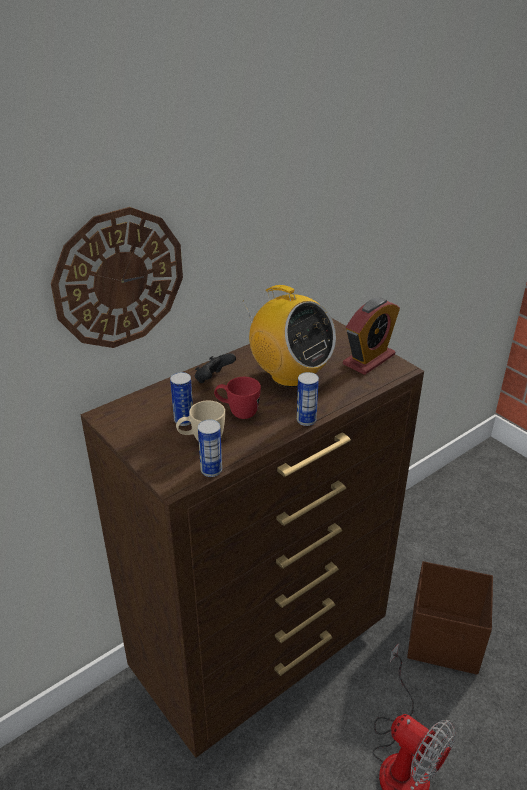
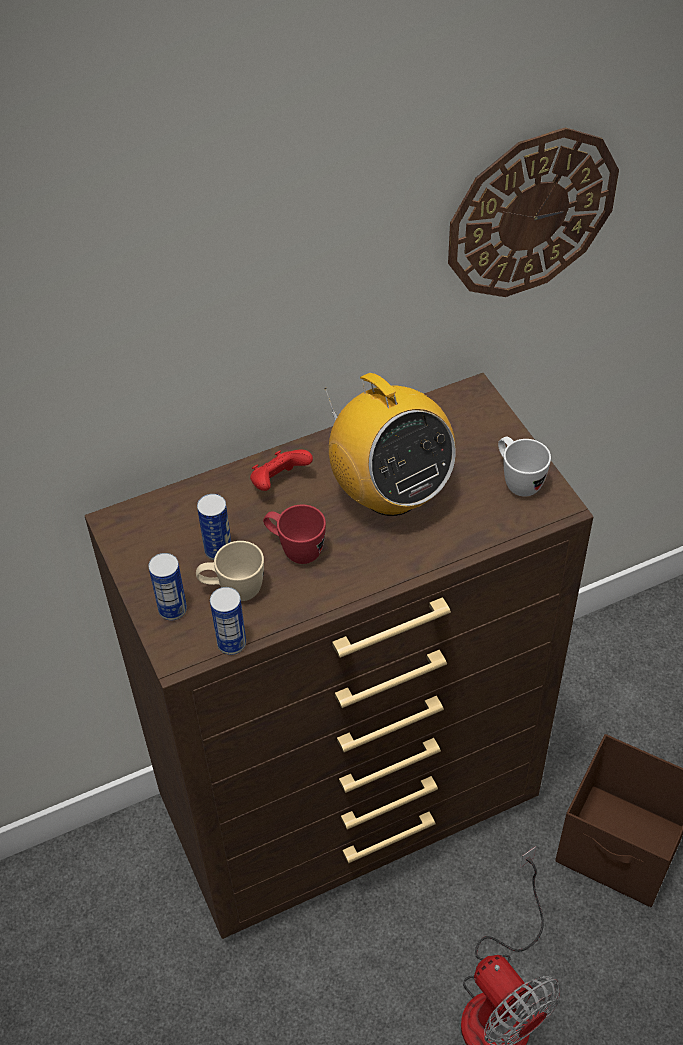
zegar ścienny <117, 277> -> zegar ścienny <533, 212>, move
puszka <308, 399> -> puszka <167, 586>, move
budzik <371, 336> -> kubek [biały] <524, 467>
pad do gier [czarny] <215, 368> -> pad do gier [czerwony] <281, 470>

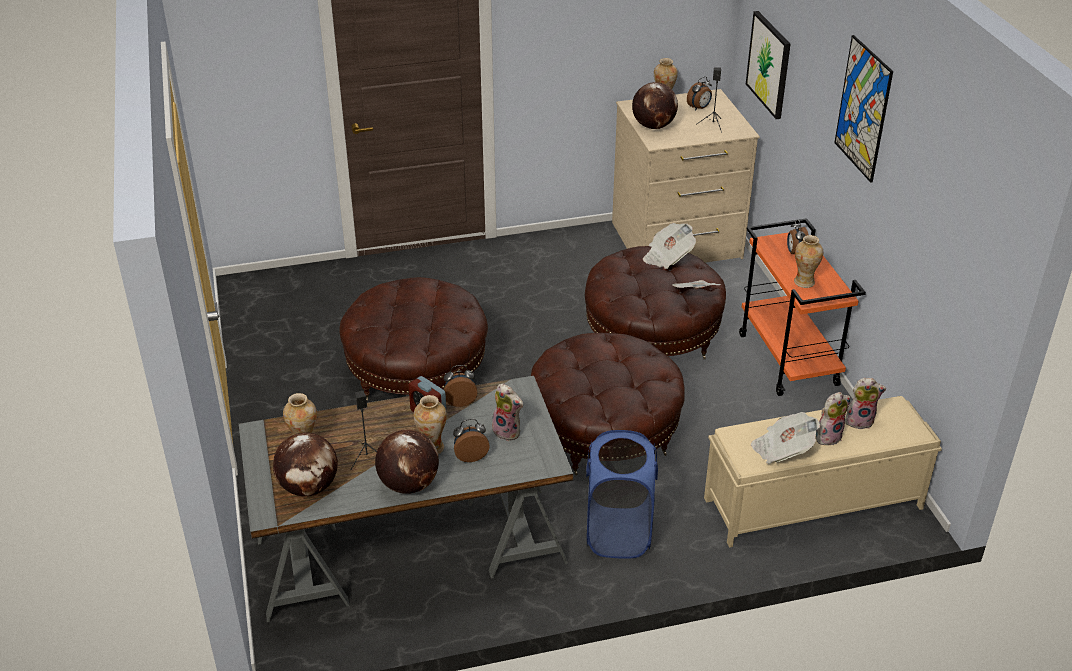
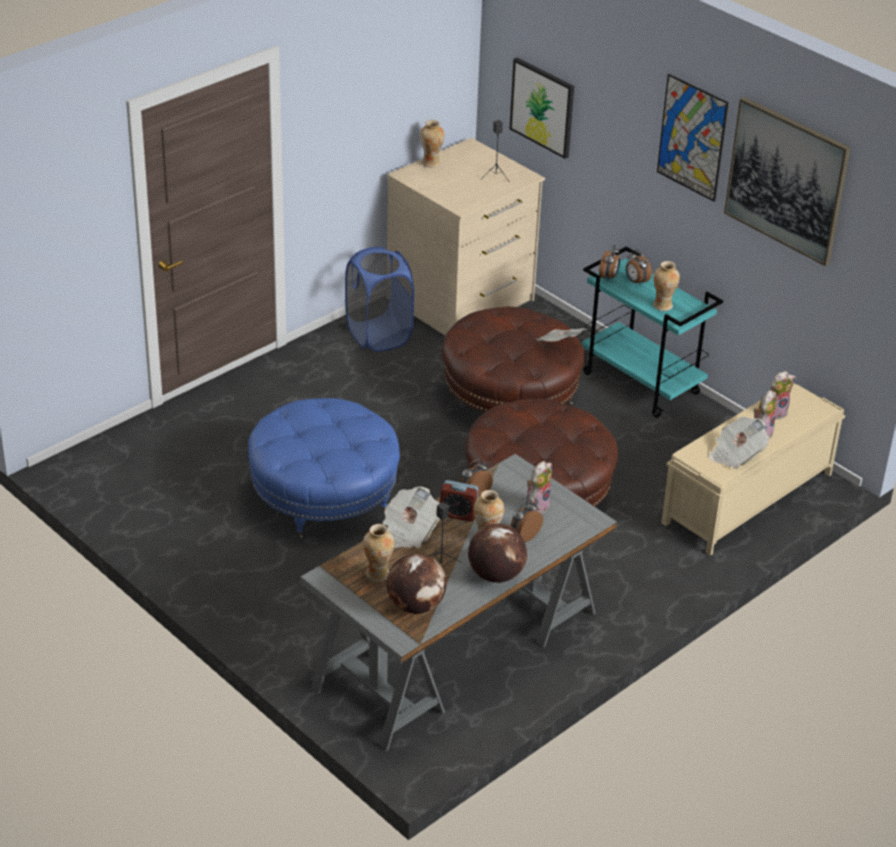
globus <655, 105> -> none
none -> obraz <787, 181>
kosz na pranie [niebieski] <622, 494> -> kosz na pranie [niebieski] <379, 299>, move
gazeta <669, 246> -> gazeta <411, 517>, move
budzik <699, 94> -> budzik <609, 263>, move
pufa [brązowy] <413, 339> -> pufa [niebieski] <324, 468>
wózek [pomarańczowy] <802, 307> -> wózek [turkusowy] <652, 332>
pluszak <507, 412> -> pluszak <539, 487>, 60 degrees counterclockwise

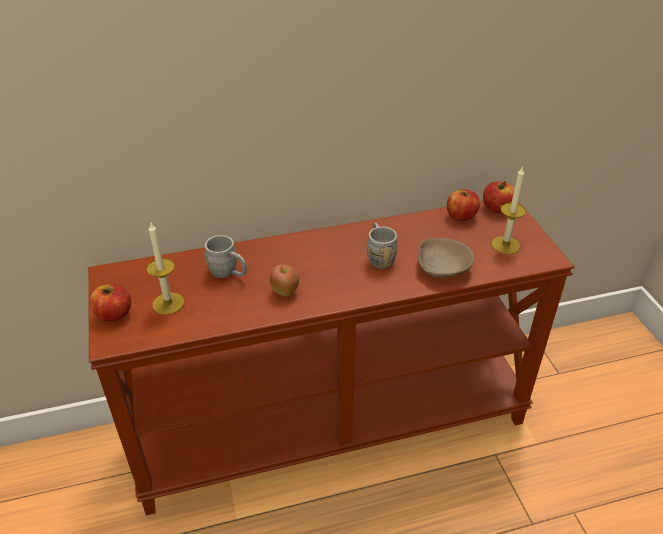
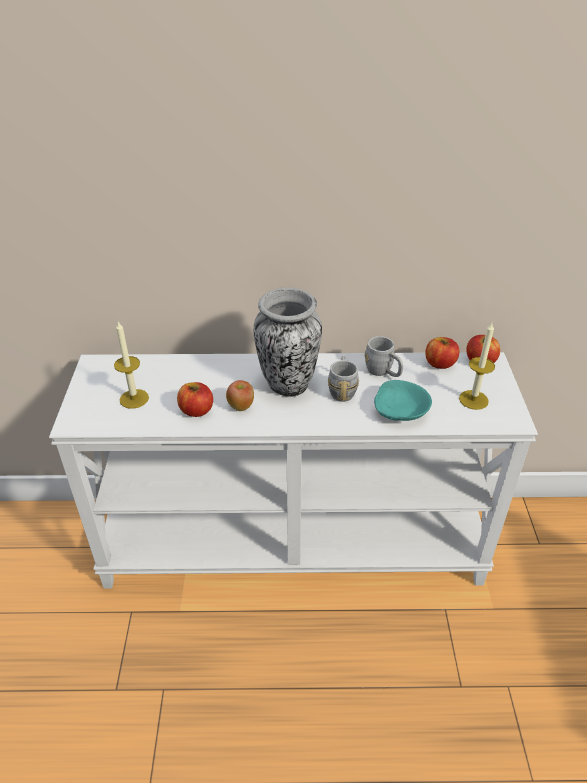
none -> wazon <288, 342>
jabłko <110, 302> -> jabłko <195, 399>, move
kubek [szary] <225, 256> -> kubek [szary] <384, 356>, move
stolik konsolowy [brązowy] <331, 358> -> stolik konsolowy [biały] <293, 470>
miska [beżowy] <446, 258> -> miska [turkusowy] <403, 400>

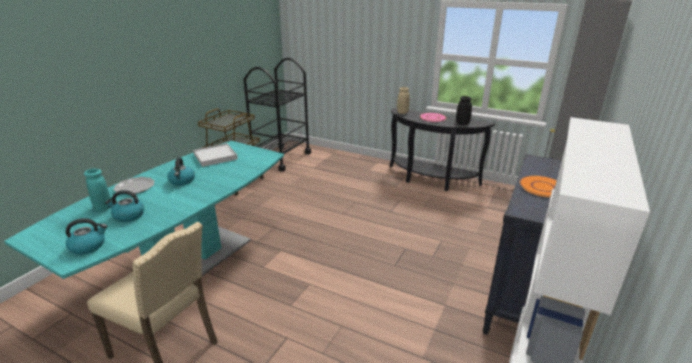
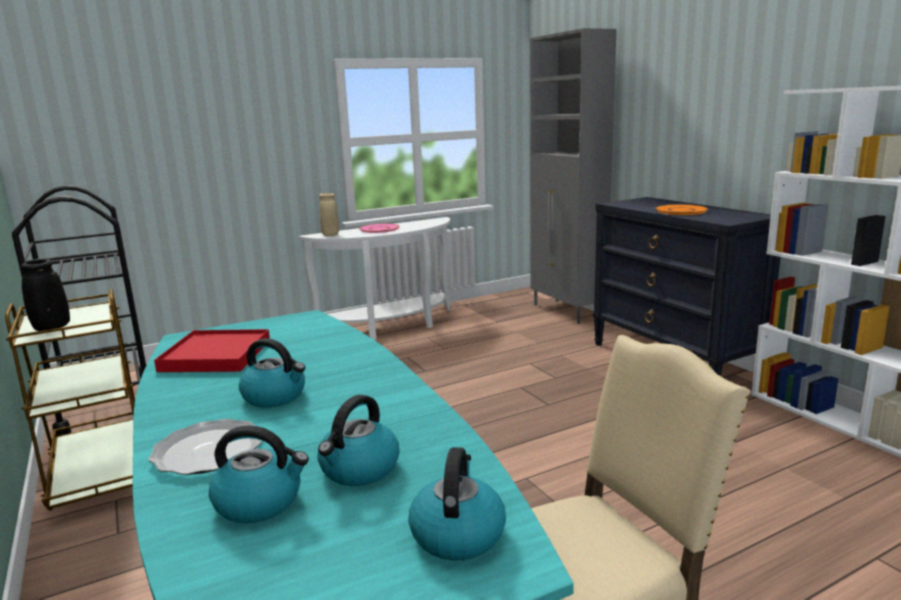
wazon [czarny] <464, 110> -> wazon [czarny] <45, 295>, move
wazon [turkusowy] <98, 190> -> czajnik <259, 474>
taca [biały] <215, 155> -> taca [czerwony] <212, 350>
stolik konsolowy [czarny] <442, 149> -> stolik konsolowy [biały] <375, 278>

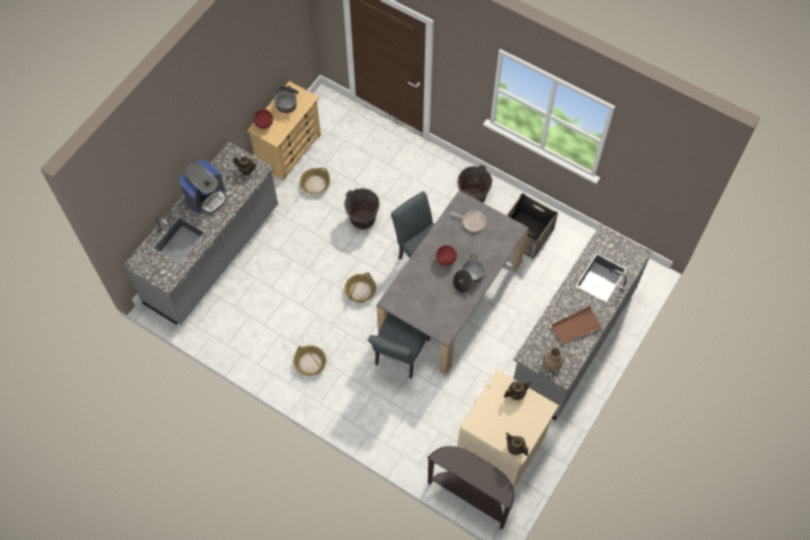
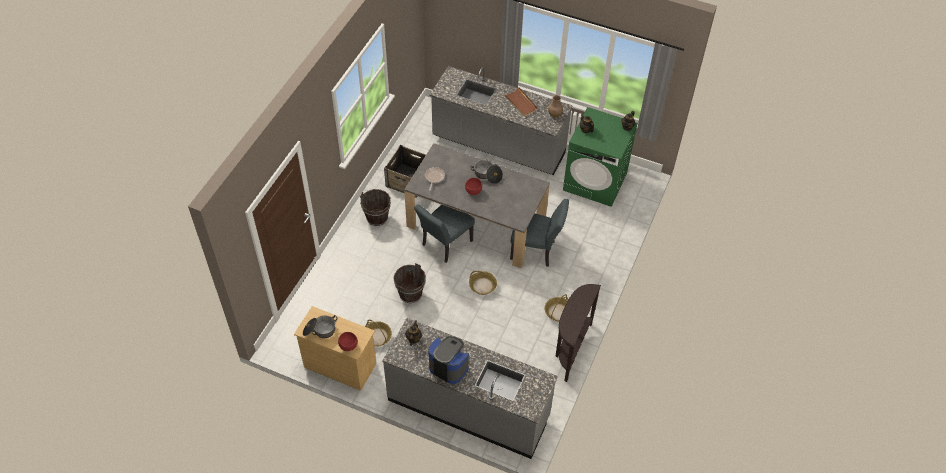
stolik konsolowy [brązowy] <470, 487> -> stolik konsolowy [brązowy] <578, 333>, move
pralka [beżowy] <508, 429> -> pralka [zielony] <600, 157>

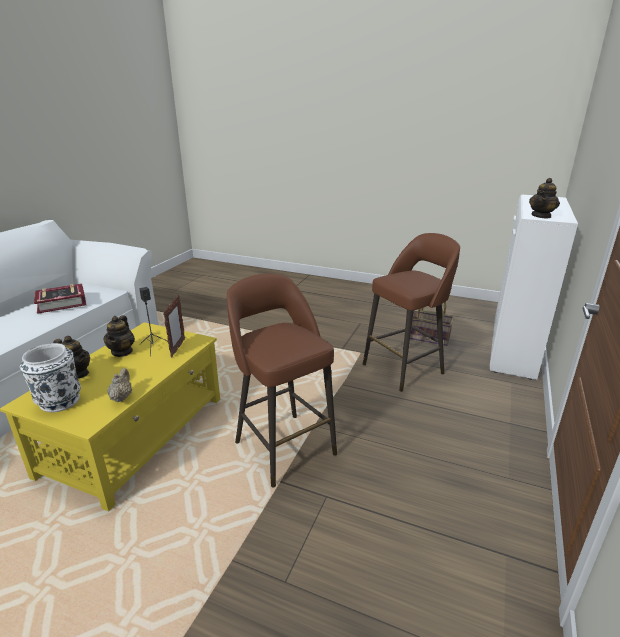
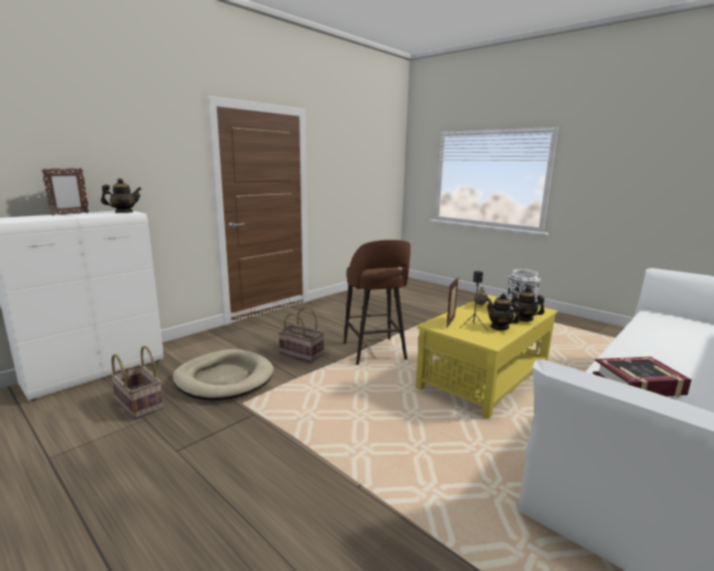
none -> ramka na zdjęcie <65, 192>
none -> koszyk <301, 334>
stołek [brązowy] <411, 312> -> legowisko [beżowy] <223, 374>
imbryk <119, 336> -> imbryk <502, 311>, 60 degrees counterclockwise

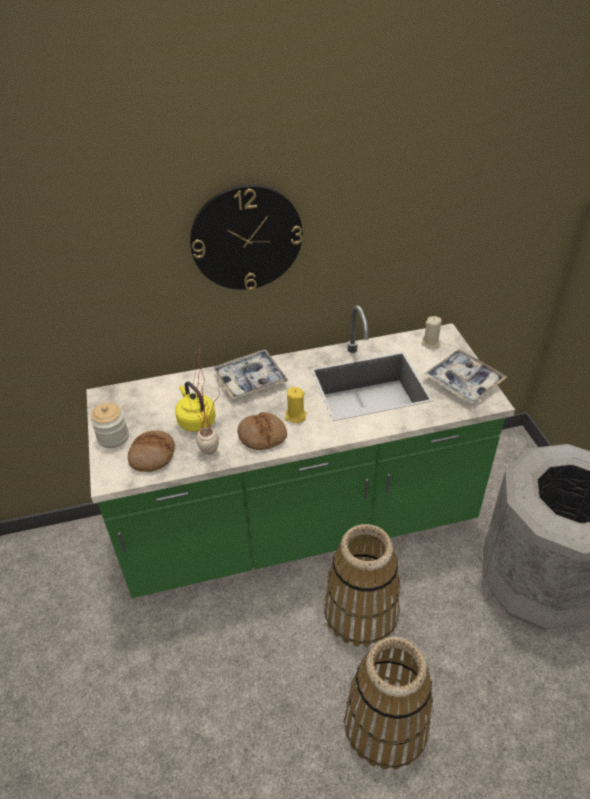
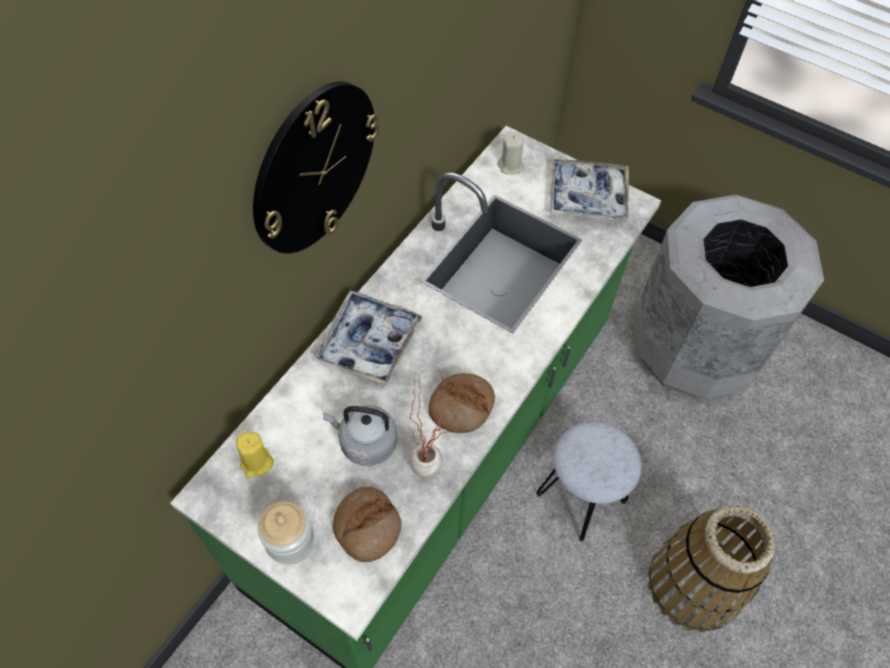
świeca [żółty] <296, 405> -> świeca [żółty] <255, 455>, move
koszyk <362, 585> -> stołek [szary] <589, 481>
czajnik [żółty] <195, 406> -> czajnik [szary] <360, 435>

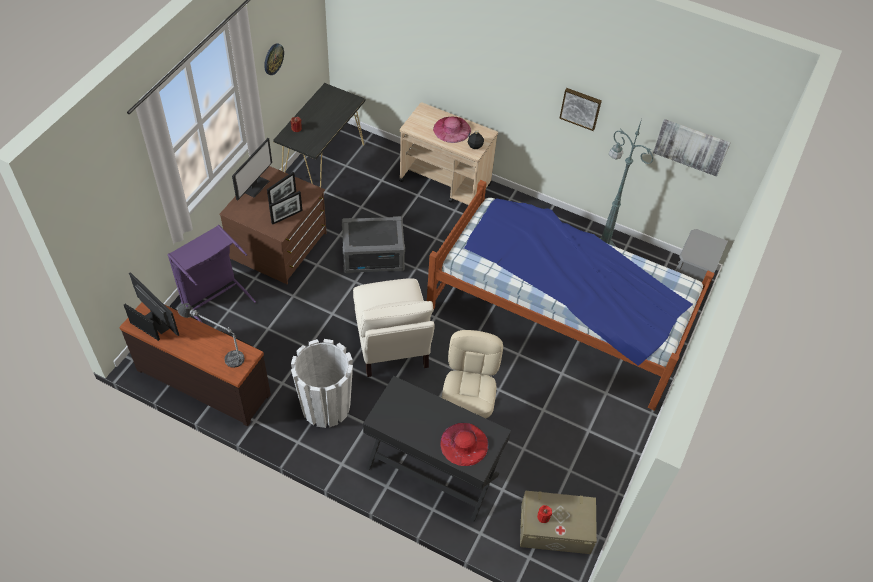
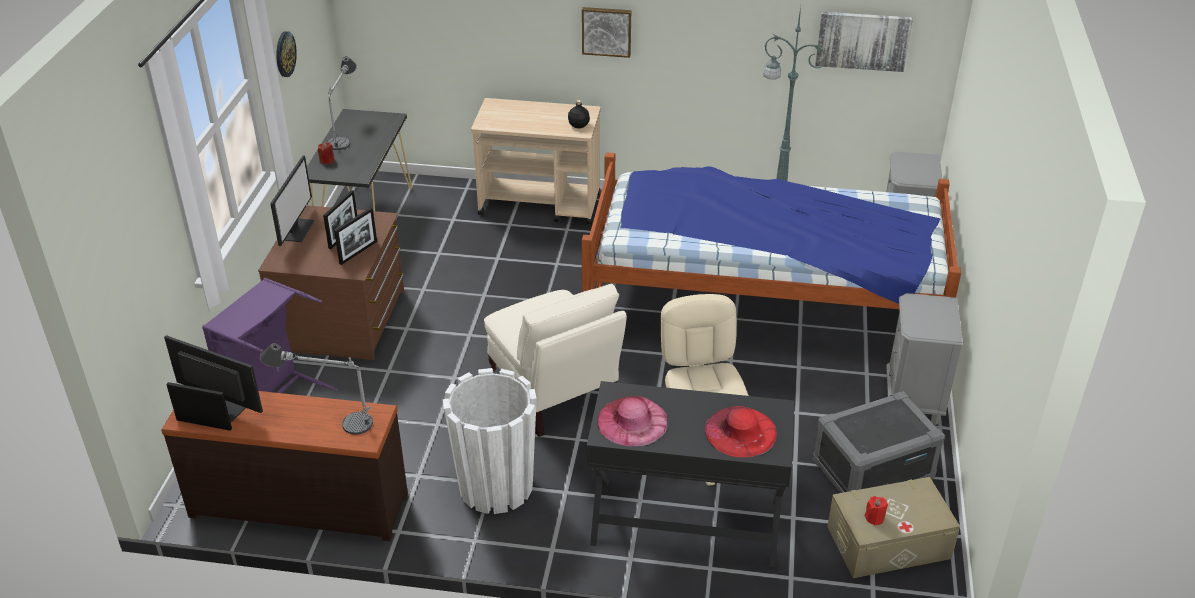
none -> lampa stołowa <342, 103>
none -> szafka nocna [szary] <924, 359>
pojemnik do przechowywania [szary] <373, 244> -> pojemnik do przechowywania [szary] <879, 442>, move
kapelusz [różowy] <452, 129> -> kapelusz [różowy] <633, 421>, move
obraz <580, 109> -> obraz <606, 32>, move

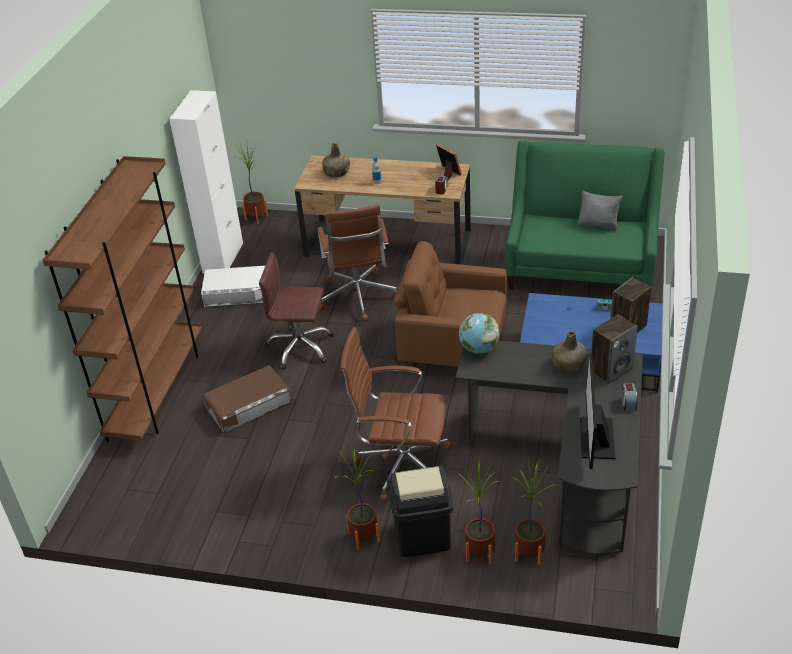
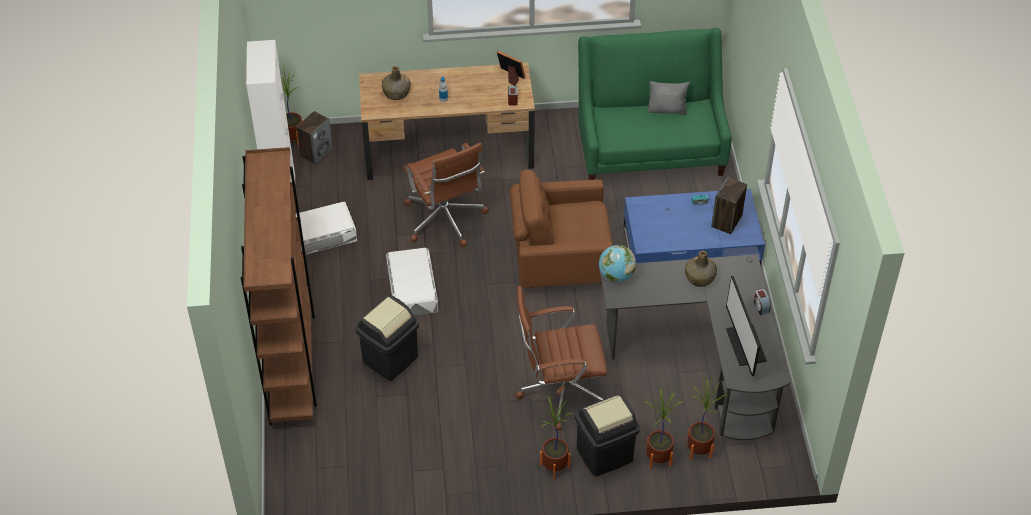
głośnik <614, 349> -> głośnik <314, 138>, move
pojemnik do przechowywania [brązowy] <247, 399> -> kosz na śmieci [czarny] <387, 338>
krzesło biurowe [brązowy] <296, 311> -> pojemnik do przechowywania [biały] <412, 281>

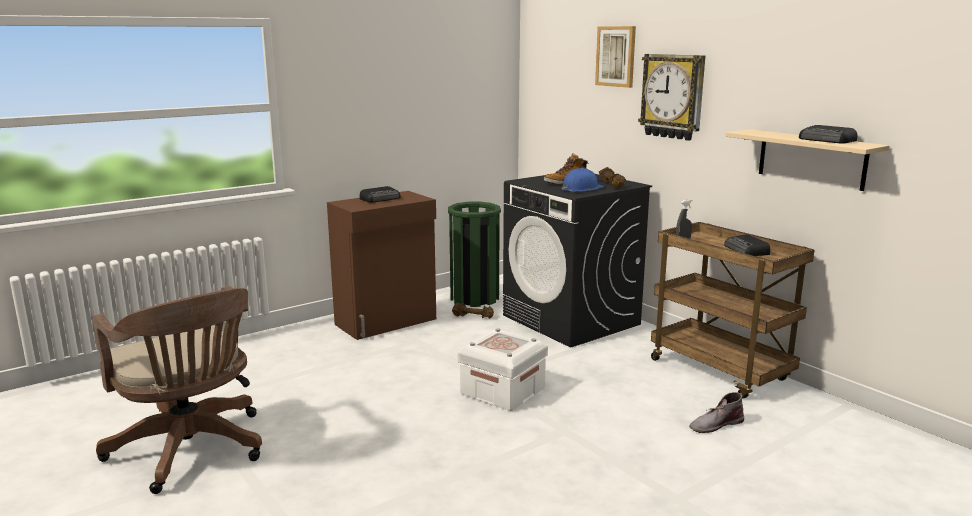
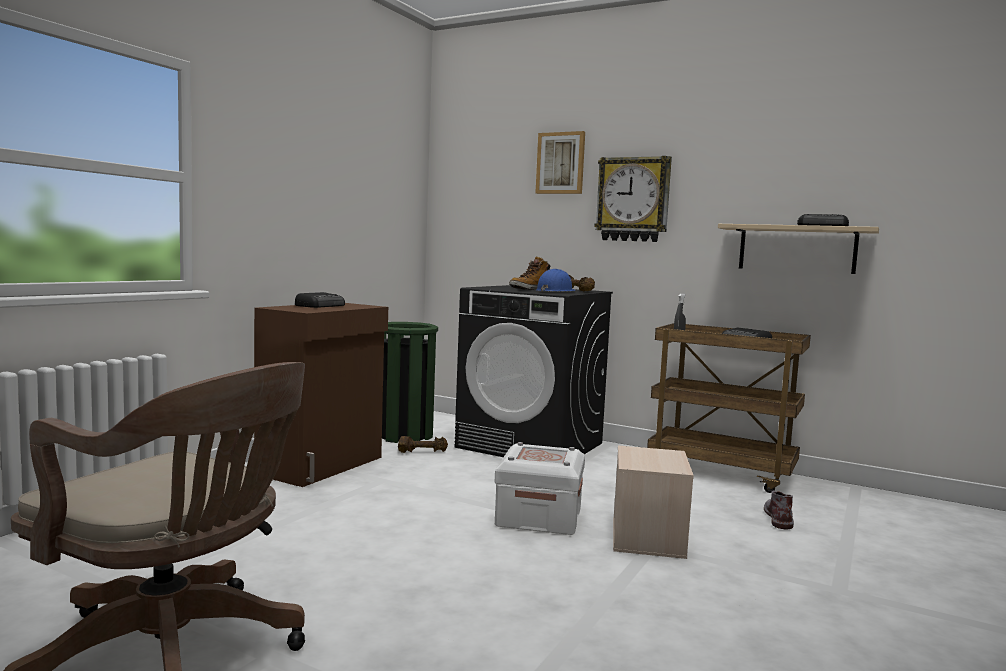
none -> pojemnik do przechowywania [beżowy] <653, 502>
but z cholewką [szary] <716, 412> -> but z cholewką [szary] <779, 509>, 150 degrees clockwise

